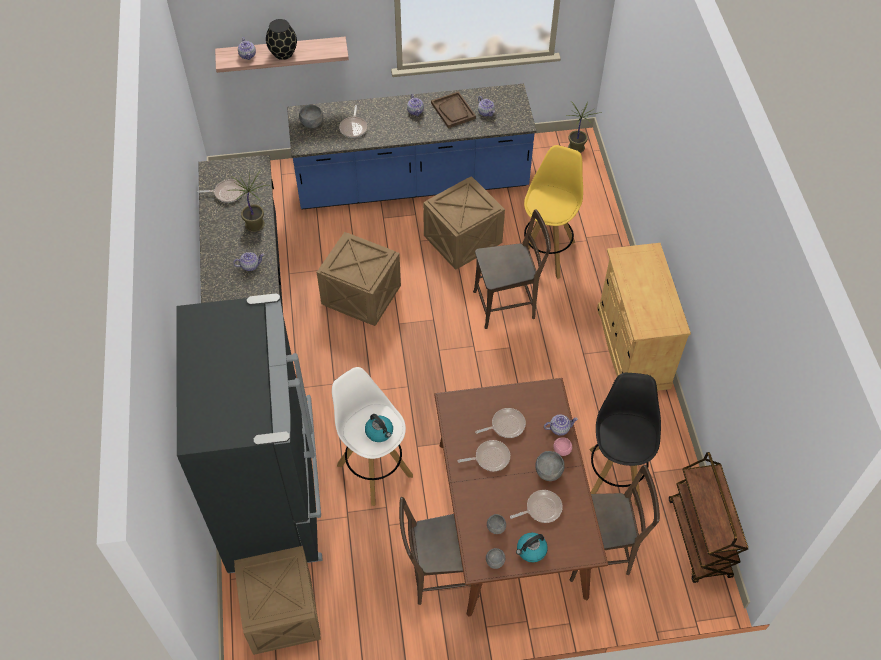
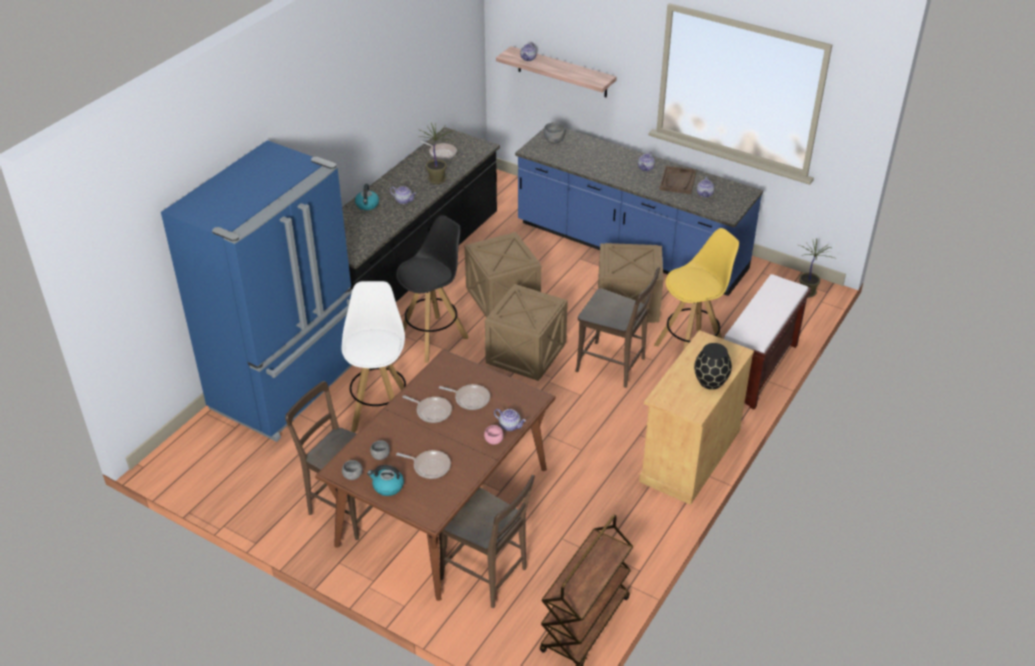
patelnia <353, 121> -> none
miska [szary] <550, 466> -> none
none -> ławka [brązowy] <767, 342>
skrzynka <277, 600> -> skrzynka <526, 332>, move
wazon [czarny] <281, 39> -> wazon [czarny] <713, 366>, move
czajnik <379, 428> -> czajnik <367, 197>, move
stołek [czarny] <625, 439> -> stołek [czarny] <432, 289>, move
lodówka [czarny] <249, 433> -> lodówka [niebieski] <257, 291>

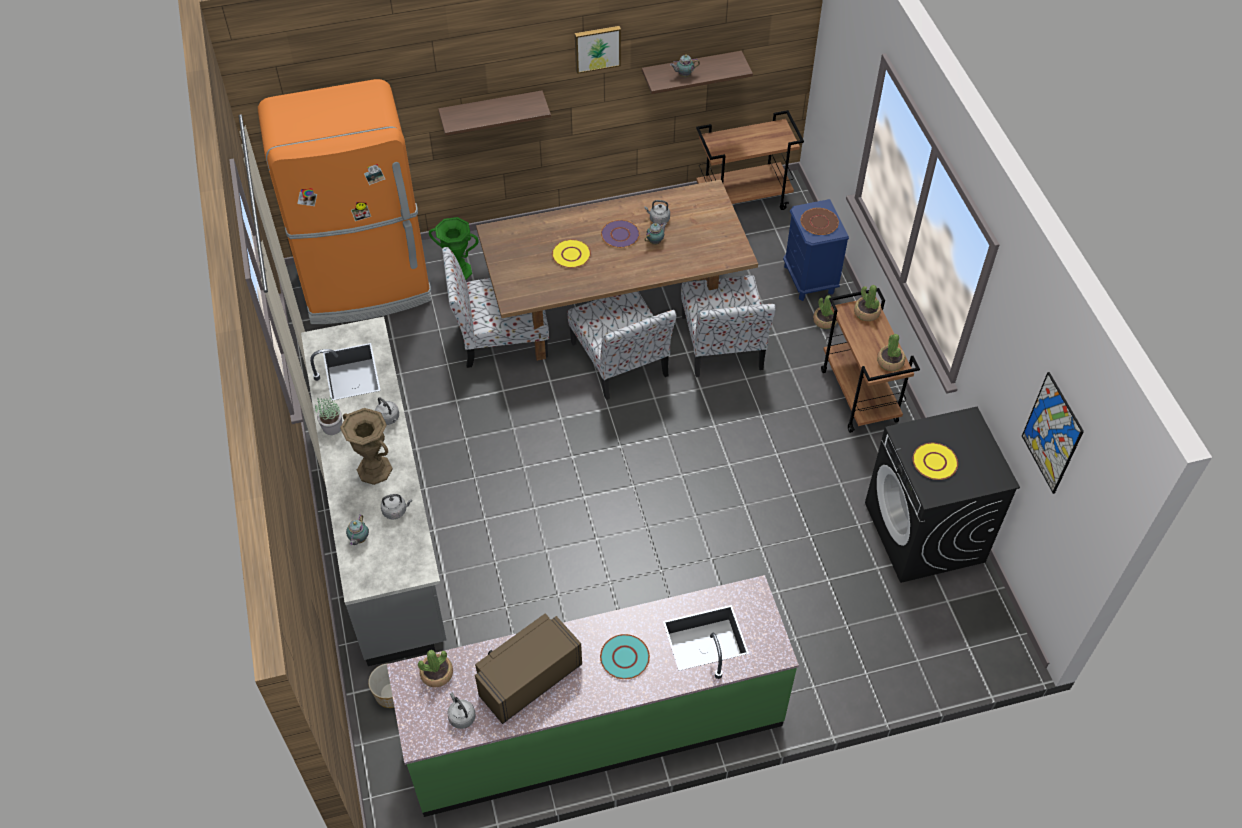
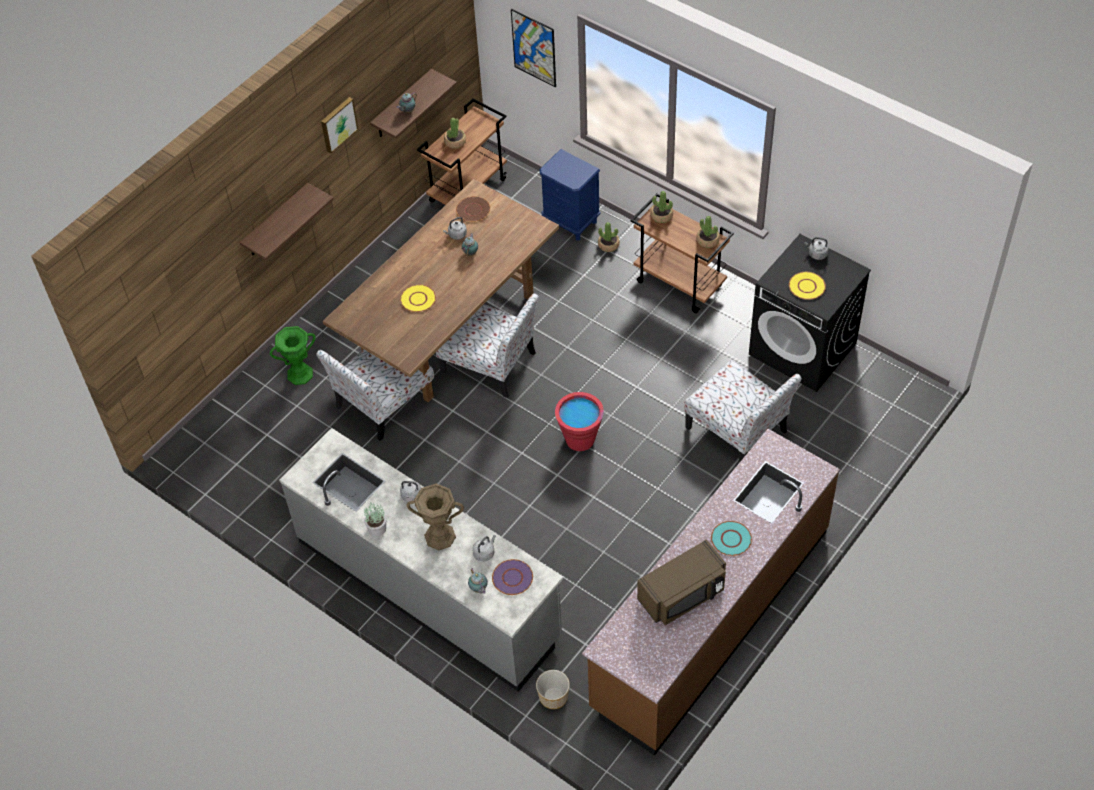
lodówka [pomarańczowy] <344, 201> -> none
none -> wiadro [czerwony] <579, 421>
roślina doniczkowa <435, 668> -> roślina doniczkowa <455, 133>, move
czajnik [szary] <461, 710> -> czajnik [szary] <817, 248>, move
talerz [fioletowy] <620, 234> -> talerz [fioletowy] <512, 577>, move
krzesło <728, 326> -> krzesło <743, 411>, move
talerz [brązowy] <820, 221> -> talerz [brązowy] <473, 209>, move
obraz <1053, 433> -> obraz <533, 48>, move
zabudowa kuchenna [zielony] <593, 696> -> zabudowa kuchenna [brązowy] <711, 592>
mikrofalówka [brązowy] <528, 669> -> mikrofalówka [brązowy] <681, 582>, 135 degrees counterclockwise

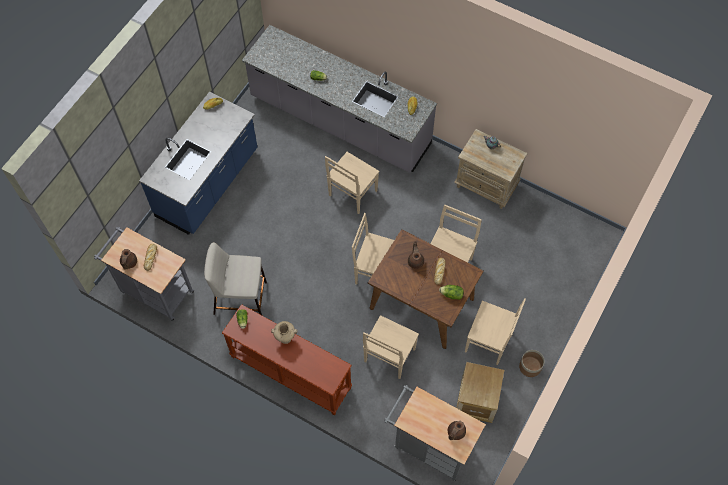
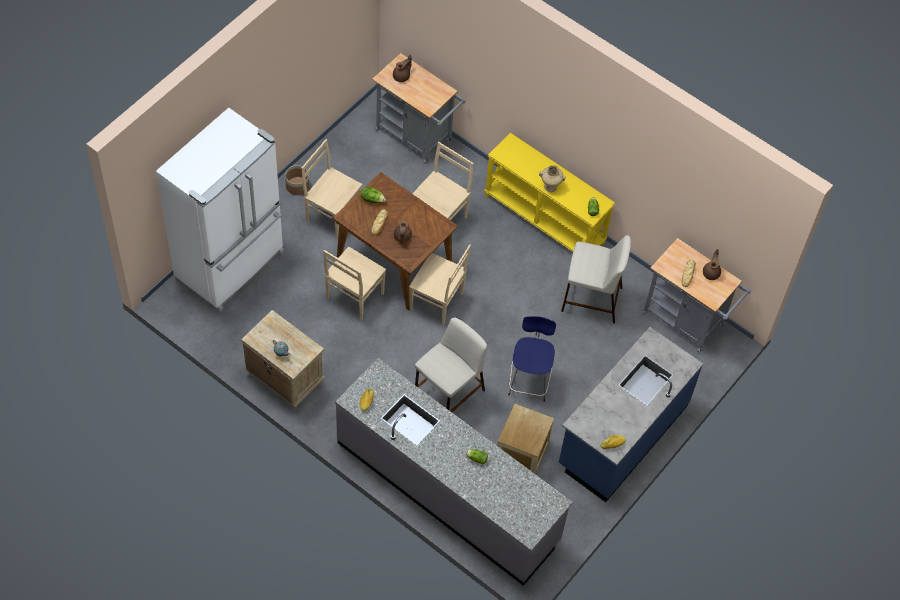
none -> lodówka [biały] <220, 210>
none -> stołek [niebieski] <532, 359>
skrzynka <480, 392> -> skrzynka <525, 438>, move
krzesło [beżowy] <352, 183> -> stołek [beżowy] <451, 365>
stolik konsolowy [brązowy] <287, 360> -> stolik konsolowy [żółty] <549, 192>

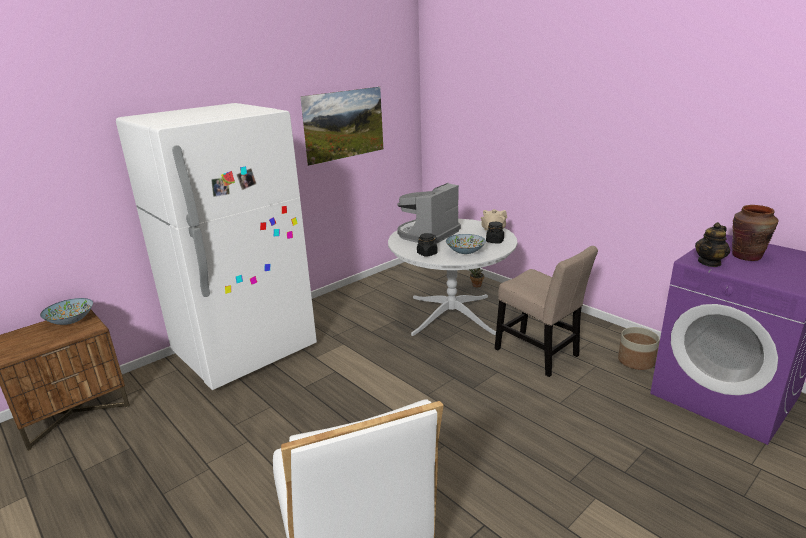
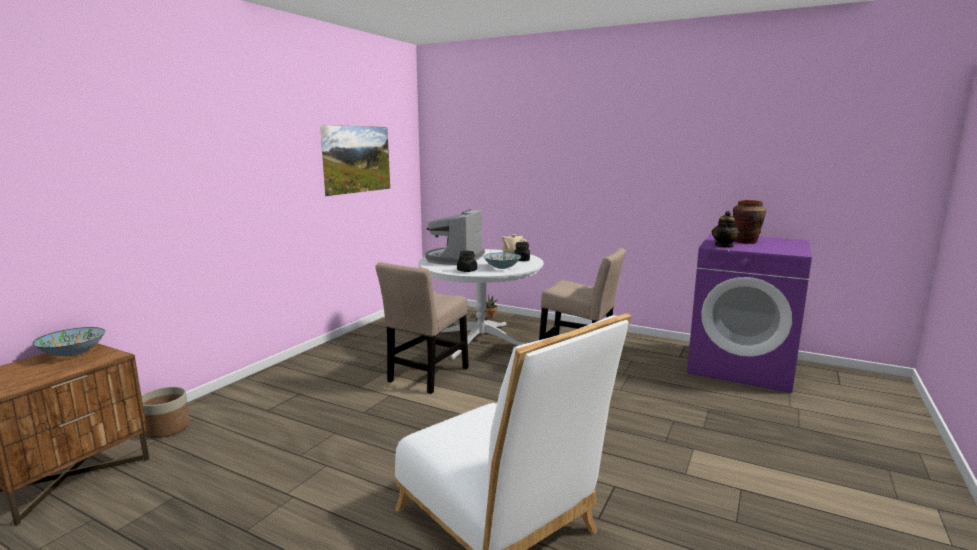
lodówka [biały] <216, 246> -> none
none -> krzesło [beżowy] <422, 328>
donica <638, 348> -> donica <165, 412>, move

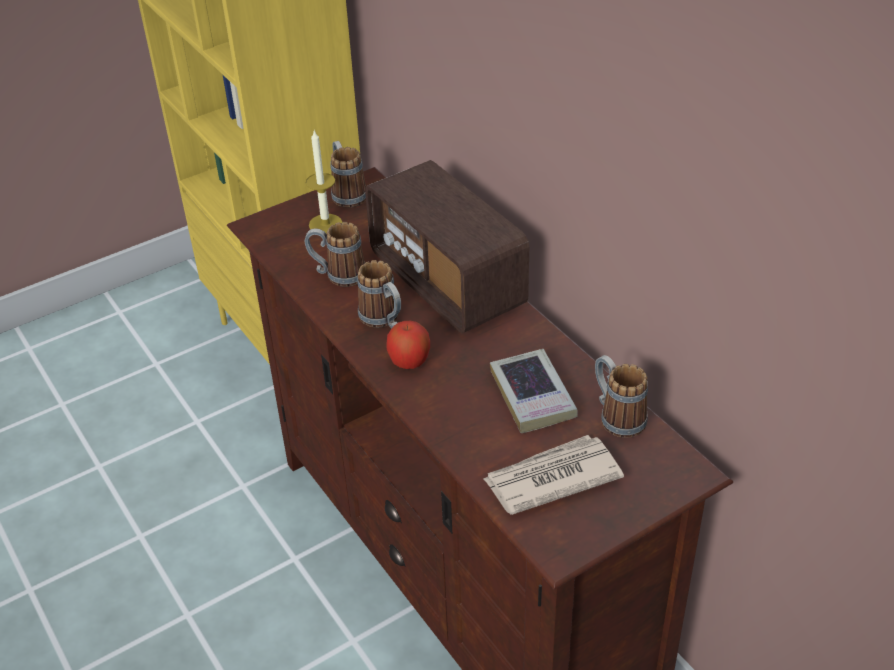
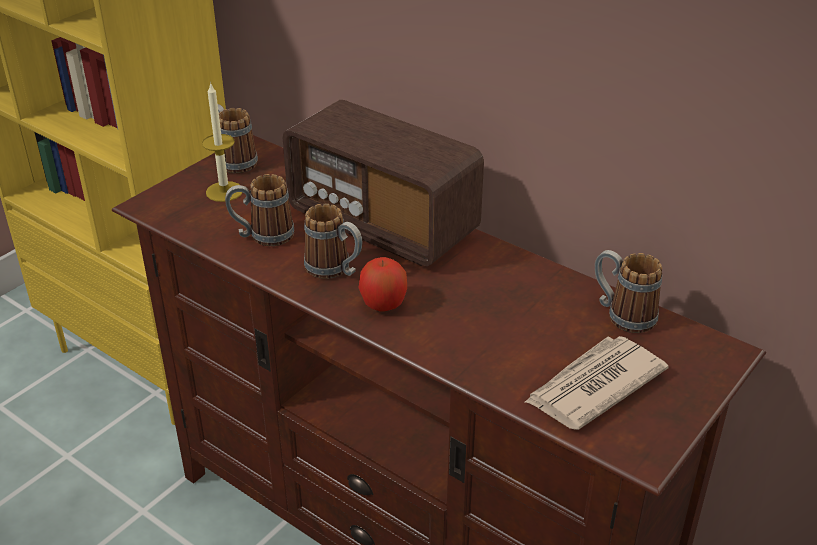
książka <534, 391> -> none

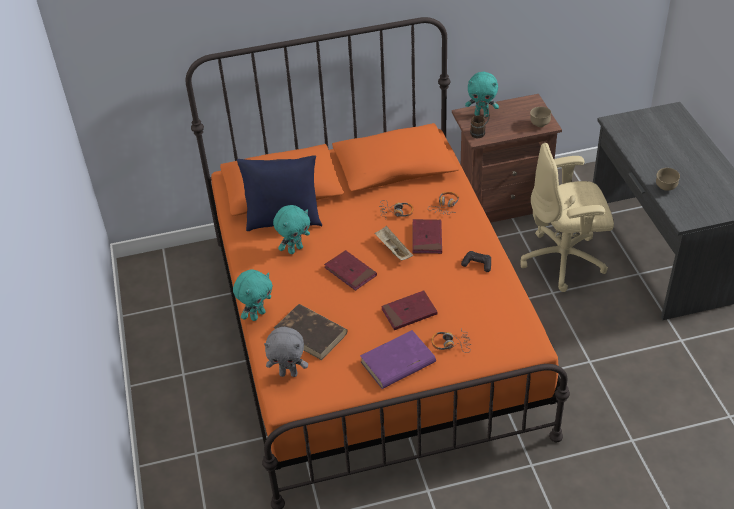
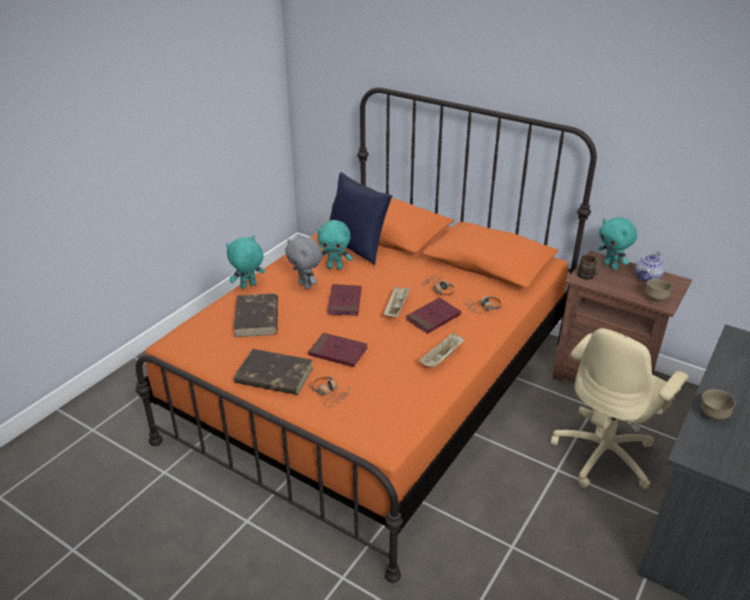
none -> imbryk <650, 267>
pluszak [szary] <286, 352> -> pluszak [szary] <303, 263>, move
pad do gier [czarny] <476, 261> -> taca [beżowy] <441, 350>
książka [fioletowy] <398, 359> -> książka [brązowy] <273, 372>
pluszak [turkusowy] <253, 295> -> pluszak [turkusowy] <245, 262>, 150 degrees clockwise
krzesło biurowe [beżowy] <567, 217> -> krzesło biurowe [beżowy] <619, 408>, 90 degrees counterclockwise

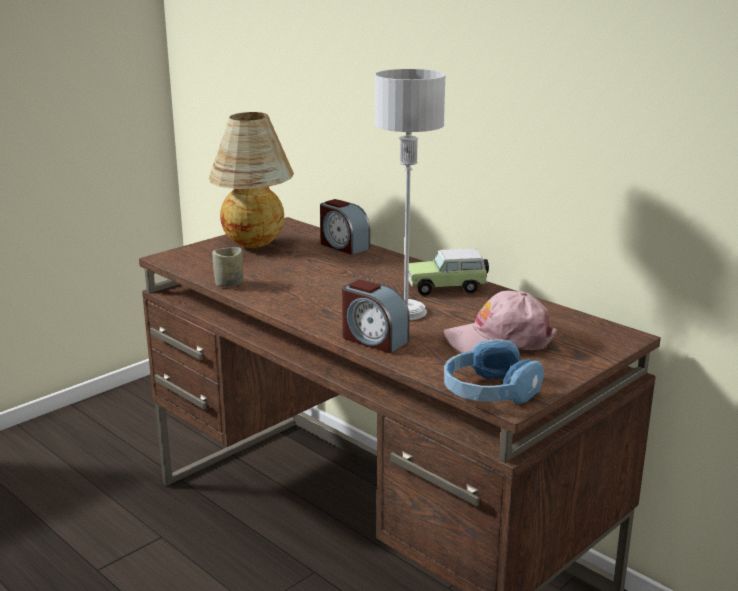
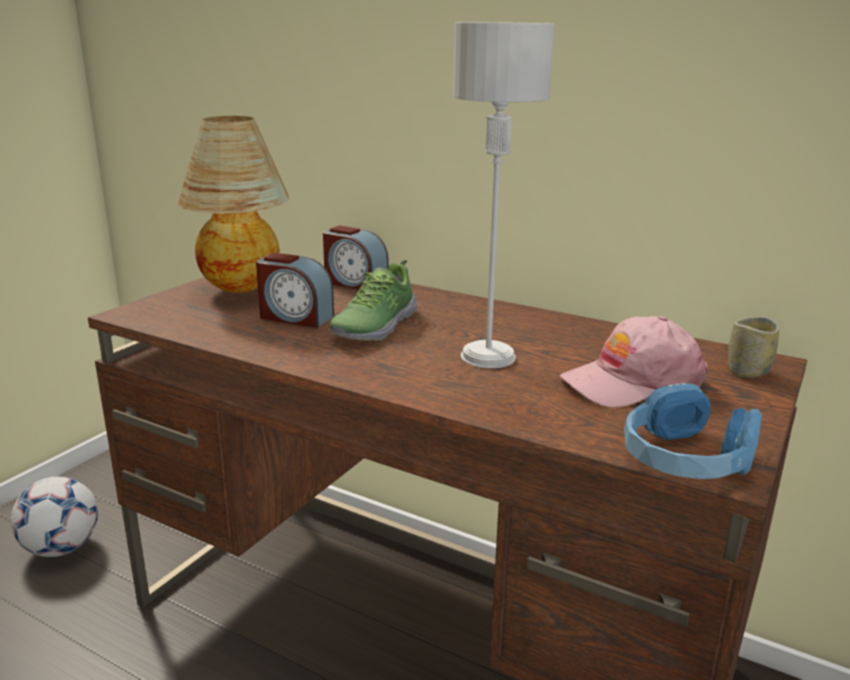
samochodzik <449, 272> -> none
none -> piłka futbolowa <54, 516>
none -> but <373, 300>
filiżanka <227, 267> -> filiżanka <753, 347>, move
budzik <375, 316> -> budzik <295, 290>, move

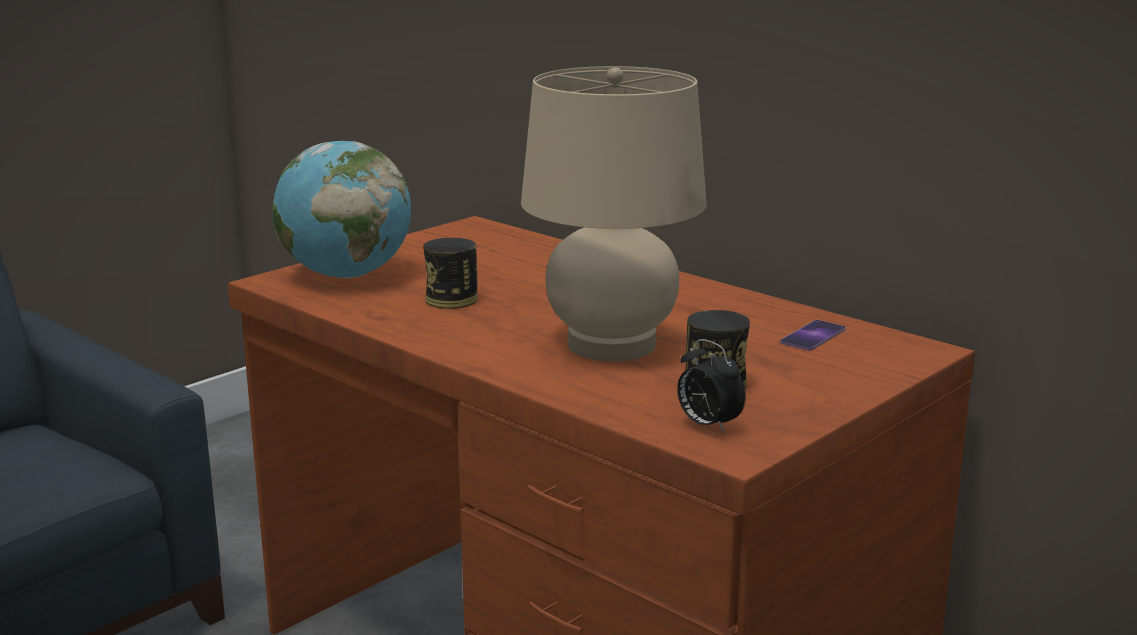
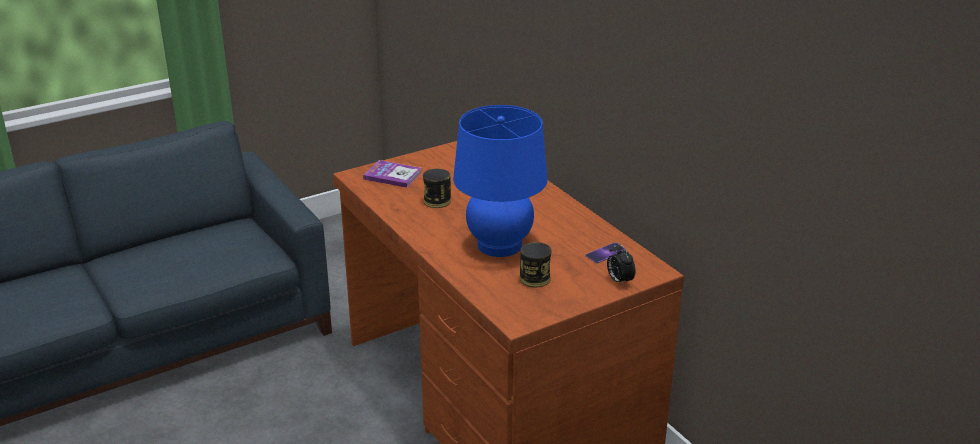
budzik <711, 386> -> budzik <621, 265>, move
globus <342, 209> -> książka <392, 174>
lampa stołowa [beżowy] <613, 213> -> lampa stołowa [niebieski] <500, 181>

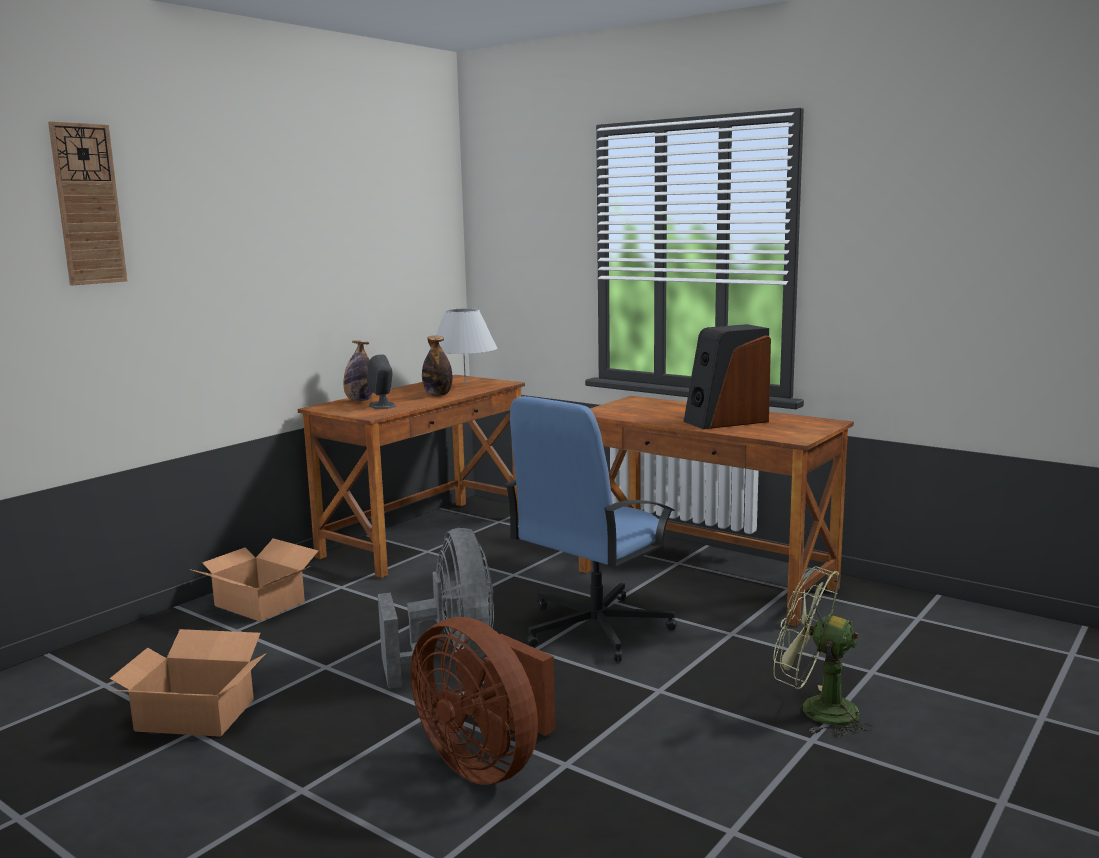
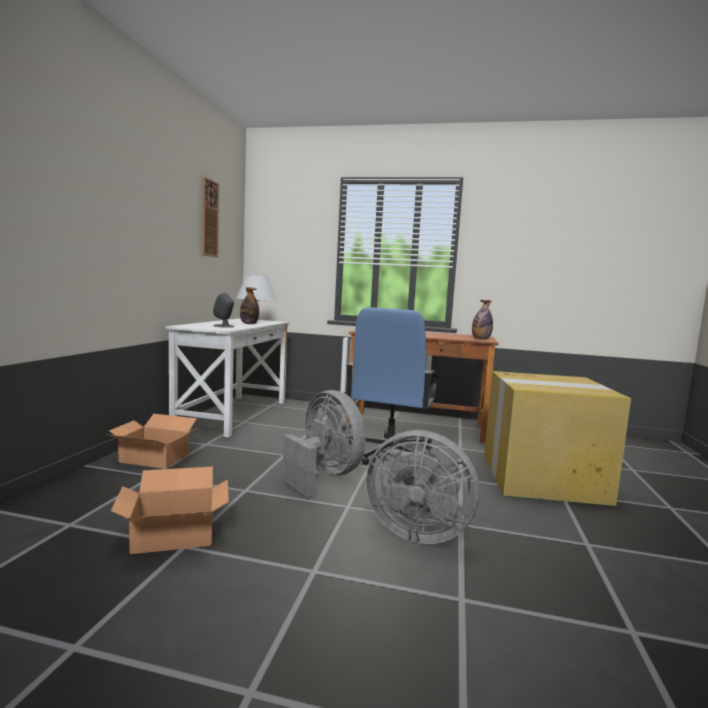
głośnik <727, 376> -> none
zegar ścienny <87, 203> -> zegar ścienny <210, 217>, move
butelka <358, 370> -> butelka <482, 319>, move
wentylator [zielony] <823, 651> -> karton <557, 438>
biurko [brązowy] <411, 476> -> biurko [biały] <227, 378>
wentylator [brązowy] <483, 701> -> wentylator [szary] <423, 487>

